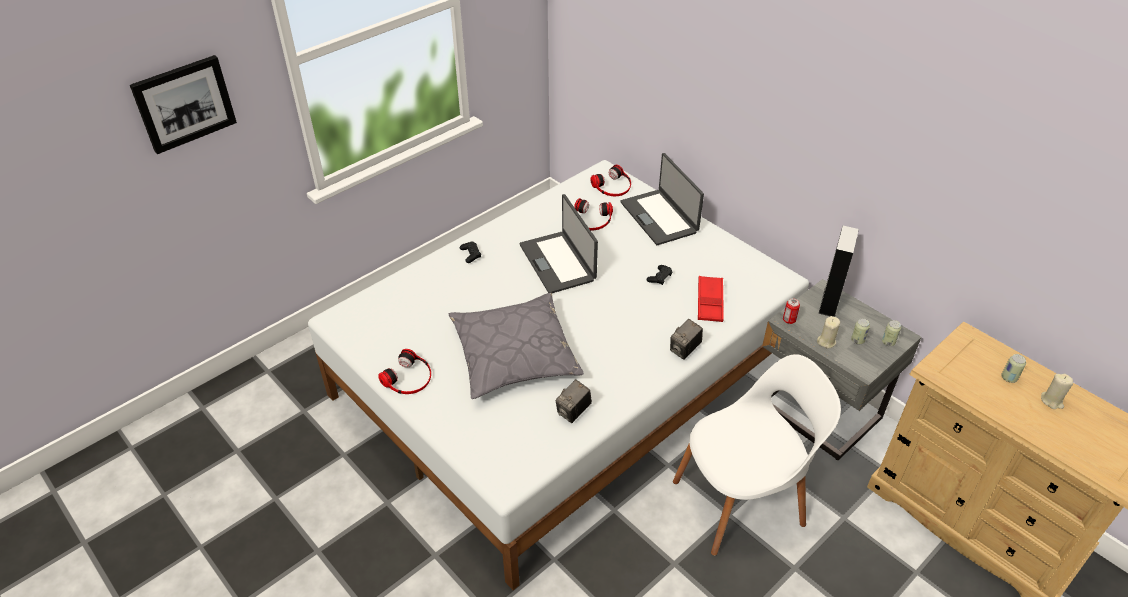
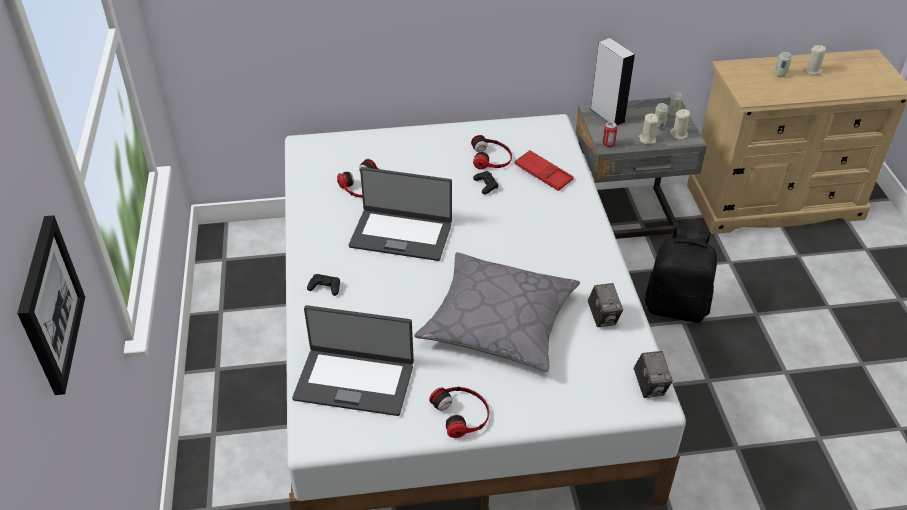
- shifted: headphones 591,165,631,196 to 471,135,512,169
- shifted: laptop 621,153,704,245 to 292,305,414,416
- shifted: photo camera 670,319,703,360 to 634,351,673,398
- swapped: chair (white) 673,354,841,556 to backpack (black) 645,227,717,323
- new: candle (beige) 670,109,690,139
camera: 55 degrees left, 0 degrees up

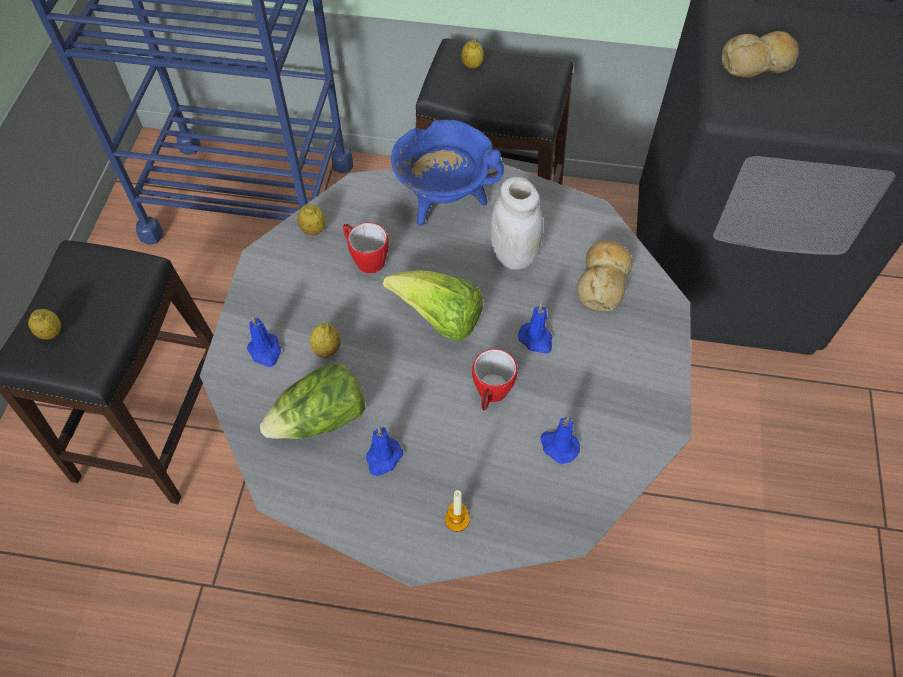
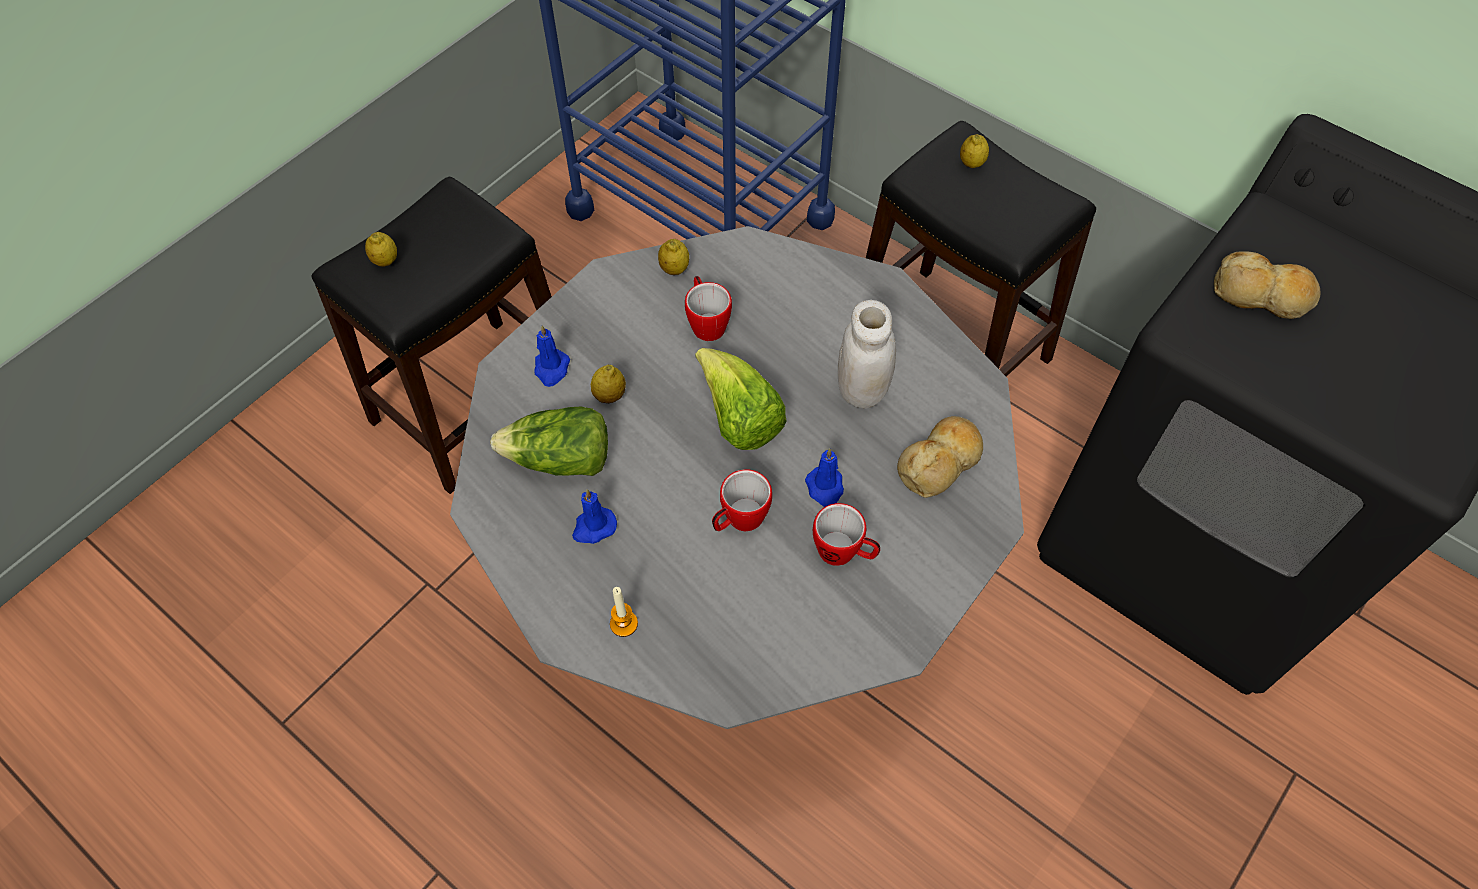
- gone: cooking pot (blue) 391,120,504,226
- gone: candle (blue) 541,417,580,464
- new: mug 813,503,880,566
camera: 30 degrees right, 0 degrees up

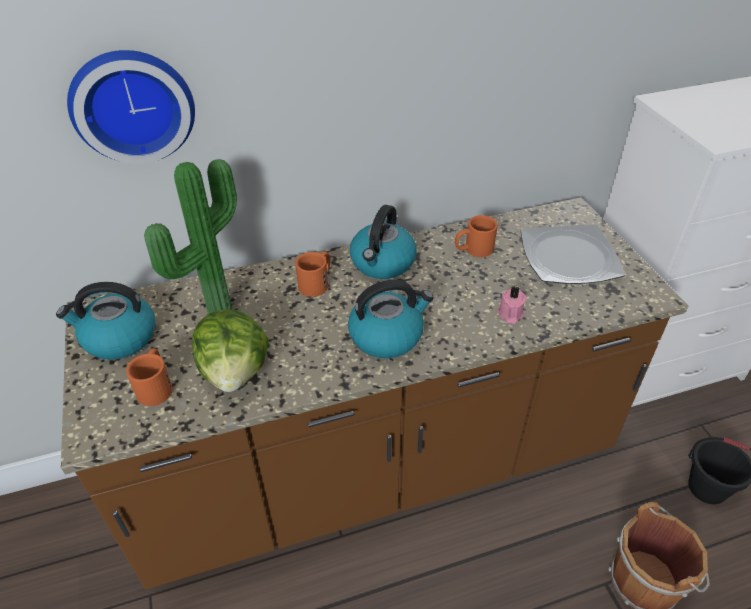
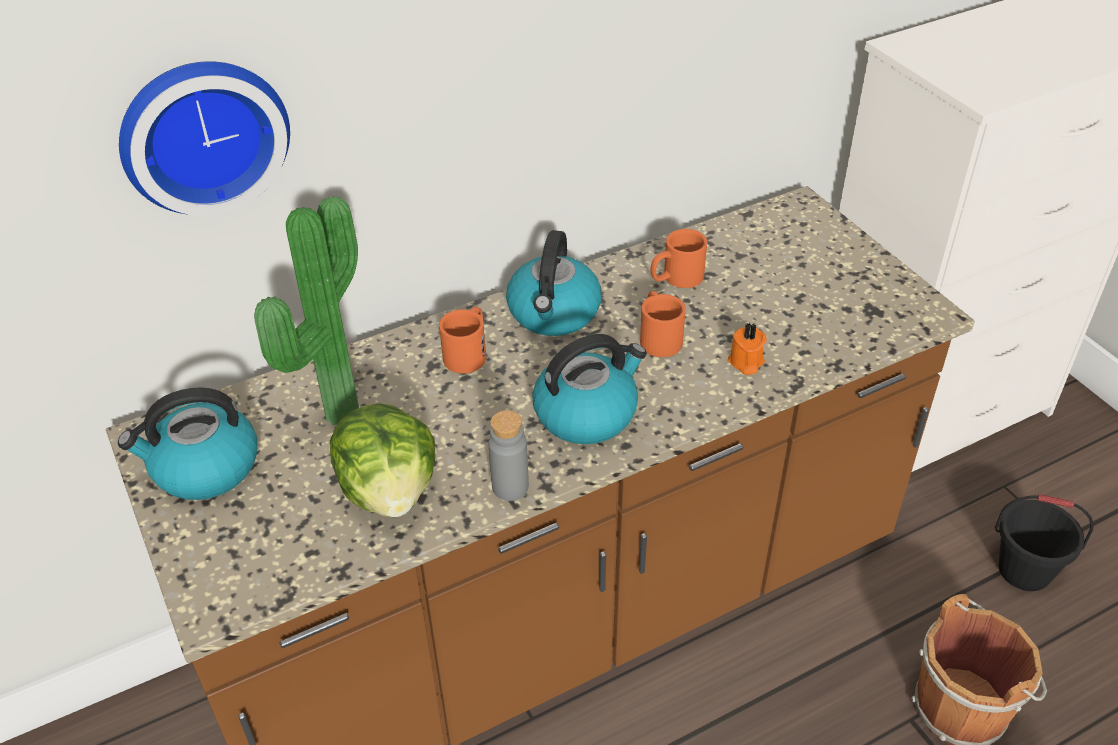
- shifted: mug (orange) 126,348,173,406 to 640,291,686,357
- repainted: candle (pink) 497,286,526,324 to candle (orange) 728,323,767,375
- gone: plate 521,225,625,284
- new: bottle (grey) 489,410,529,501
camera: 10 degrees left, 0 degrees up

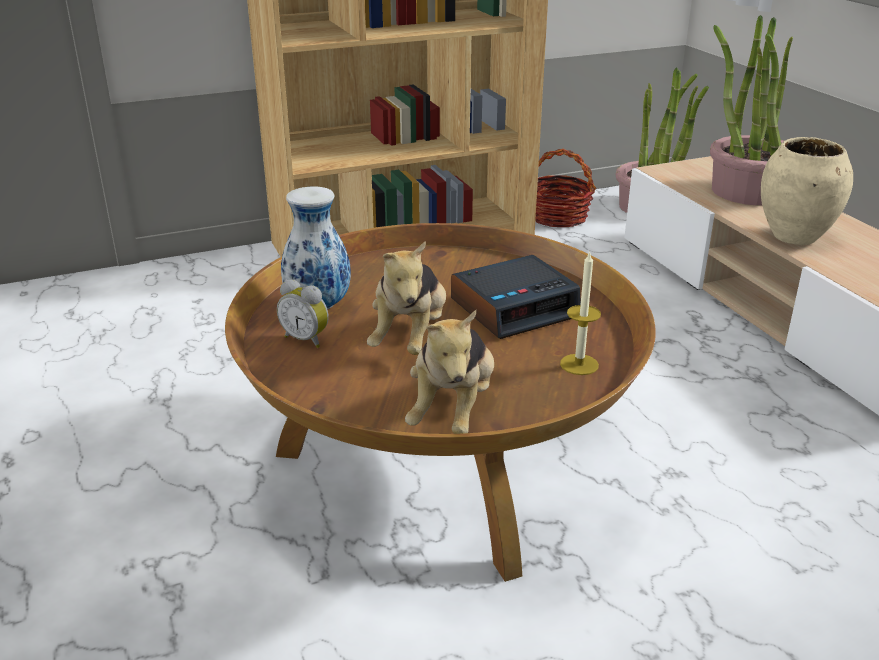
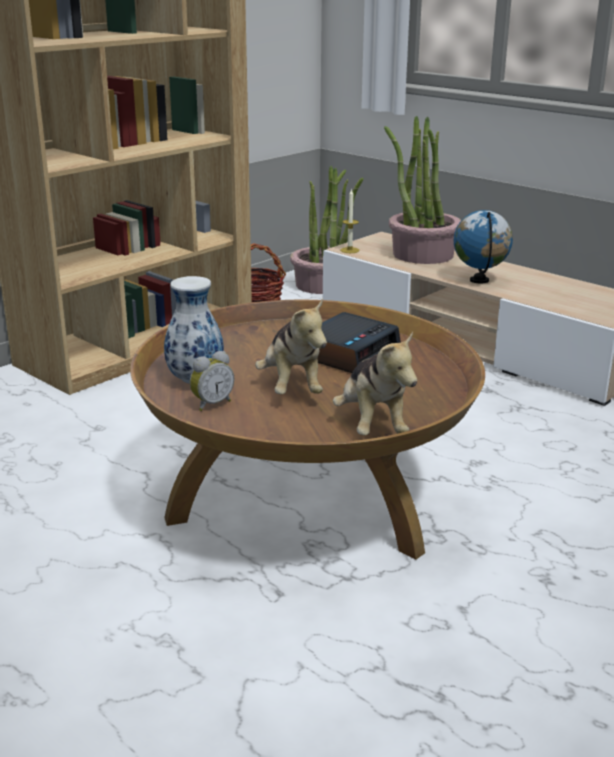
- rotated: alarm clock 277,279,329,348 = 190,351,234,411 45 degrees counterclockwise
- shifted: candle 560,251,601,375 to 340,188,360,253
- swapped: vase (beige) 761,137,853,245 to globe 454,210,513,283
camera: 25 degrees left, 5 degrees down

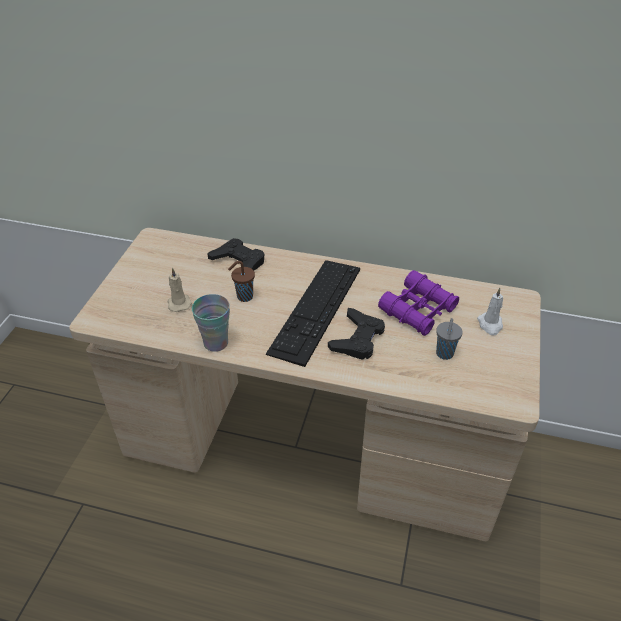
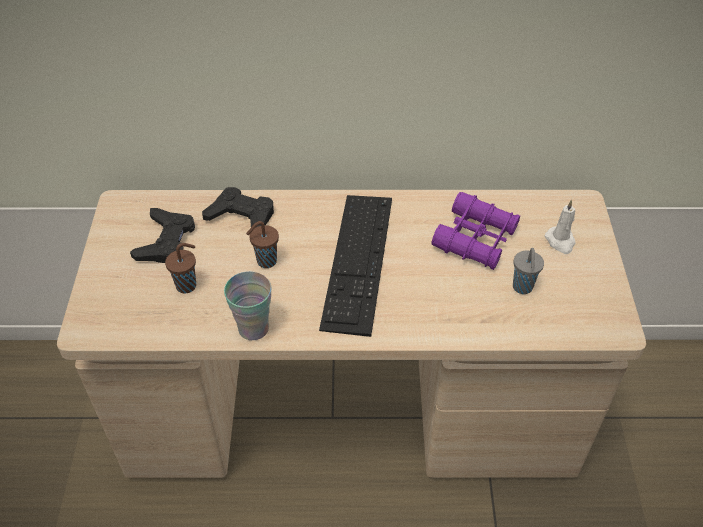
- swapped: candle (beige) 168,268,192,312 to cup (brown) 165,243,196,294
- shifted: game controller (black) 328,308,385,360 to 130,208,195,263
camera: 15 degrees left, 5 degrees up

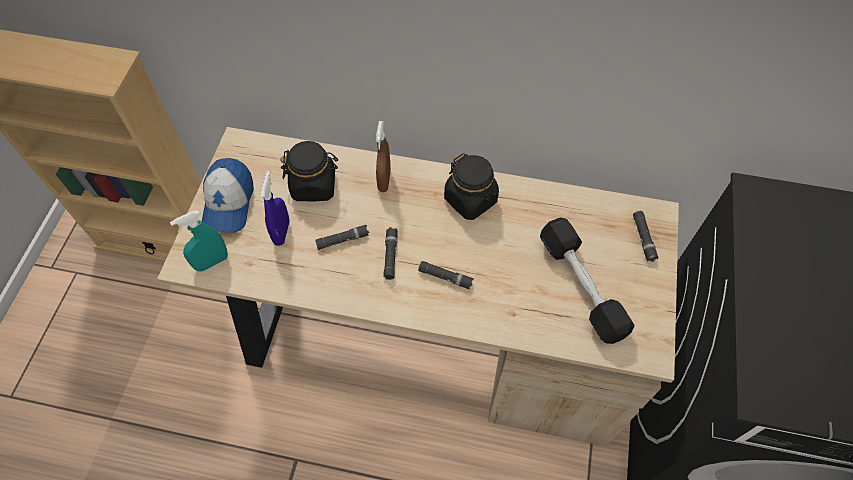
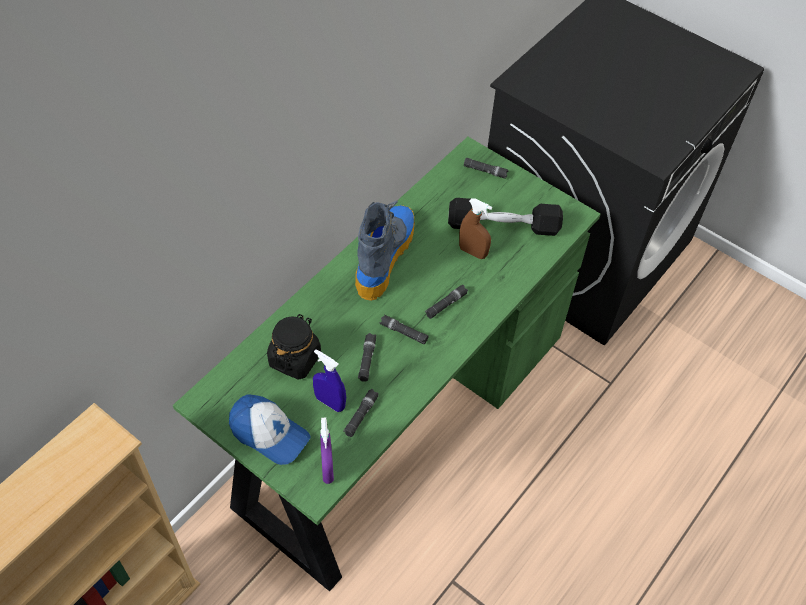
- repainted: desk (beige) 157,127,679,446 to desk (green) 173,137,600,591
- repainted: spray bottle (turquoise) 170,210,228,272 to spray bottle (purple) 320,418,334,484
- shifted: spray bottle (brown) 376,121,391,192 to 459,198,492,259
- swapped: jar (black) 444,154,499,220 to boot 355,200,415,301
- new: flashlight (black) 343,389,379,437
camera: 65 degrees left, 5 degrees down

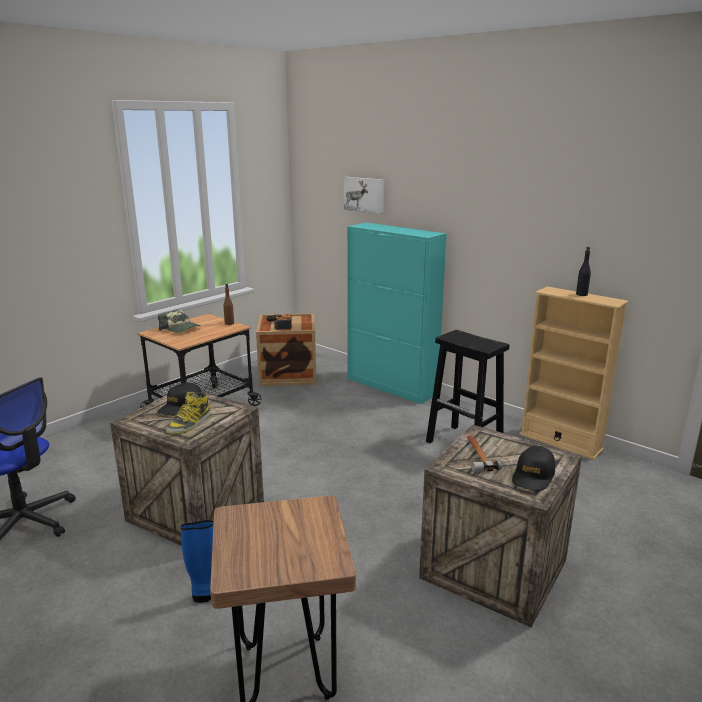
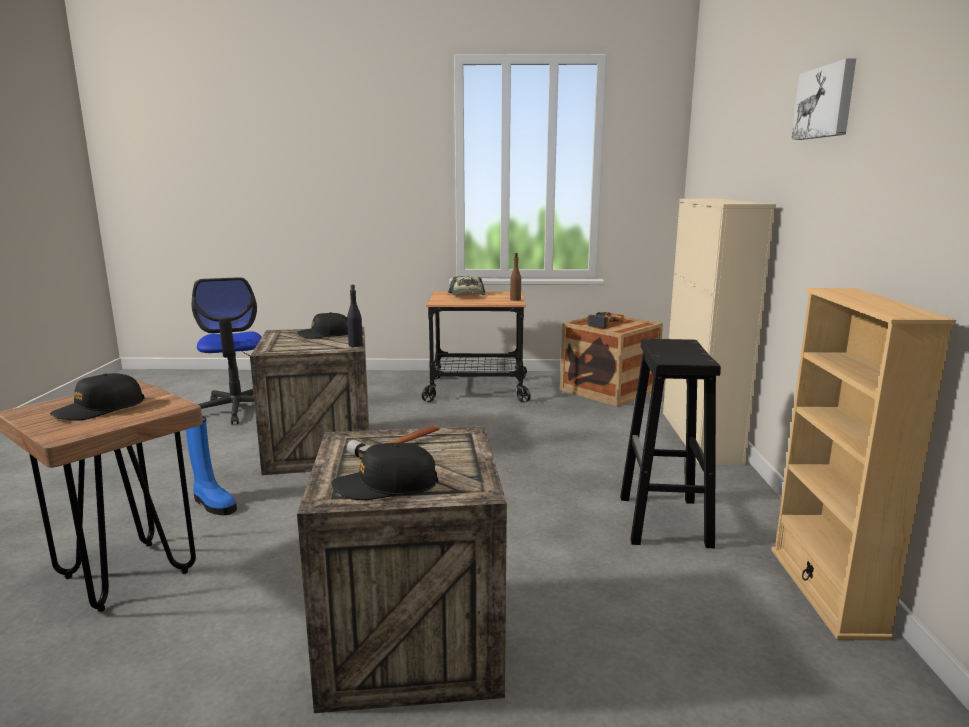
- gone: boot 166,392,211,435
- shifted: picture 344,177,384,214 to 791,58,856,140
- repainted: cabinet (turquoise) 347,223,447,404 to cabinet (beige) 663,199,776,465
- shifted: bottle (black) 576,247,591,296 to 347,285,363,347
- new: cap (black) 50,373,145,421
camera: 50 degrees right, 5 degrees down

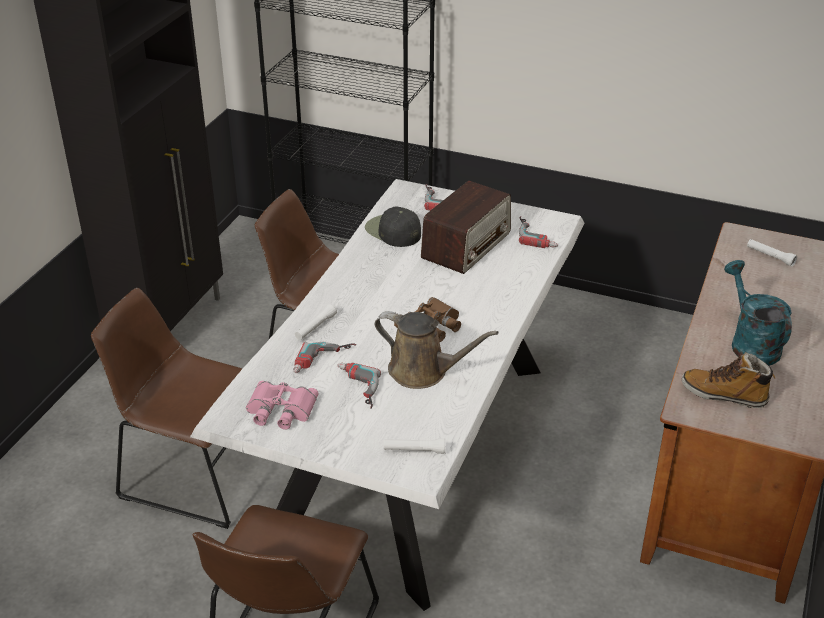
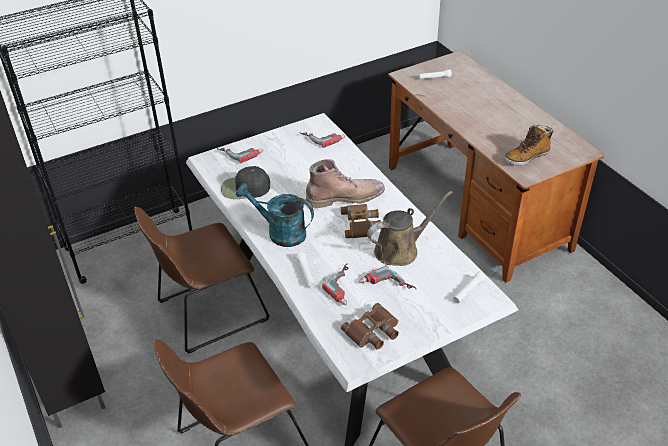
- repainted: binoculars (pink) 246,381,318,429 to binoculars (brown) 341,303,399,350
- gone: radio 421,181,511,274
- shifted: watering can (turquoise) 724,260,792,366 to 236,183,314,247
- new: boot (brown) 306,159,385,208
camera: 50 degrees left, 5 degrees up

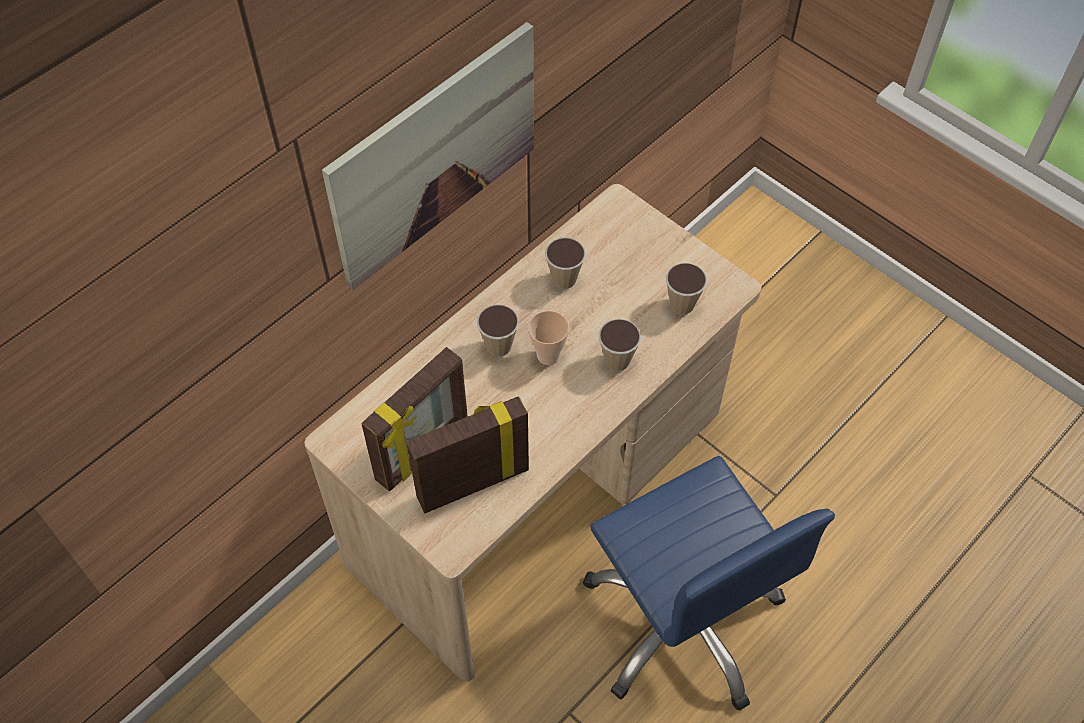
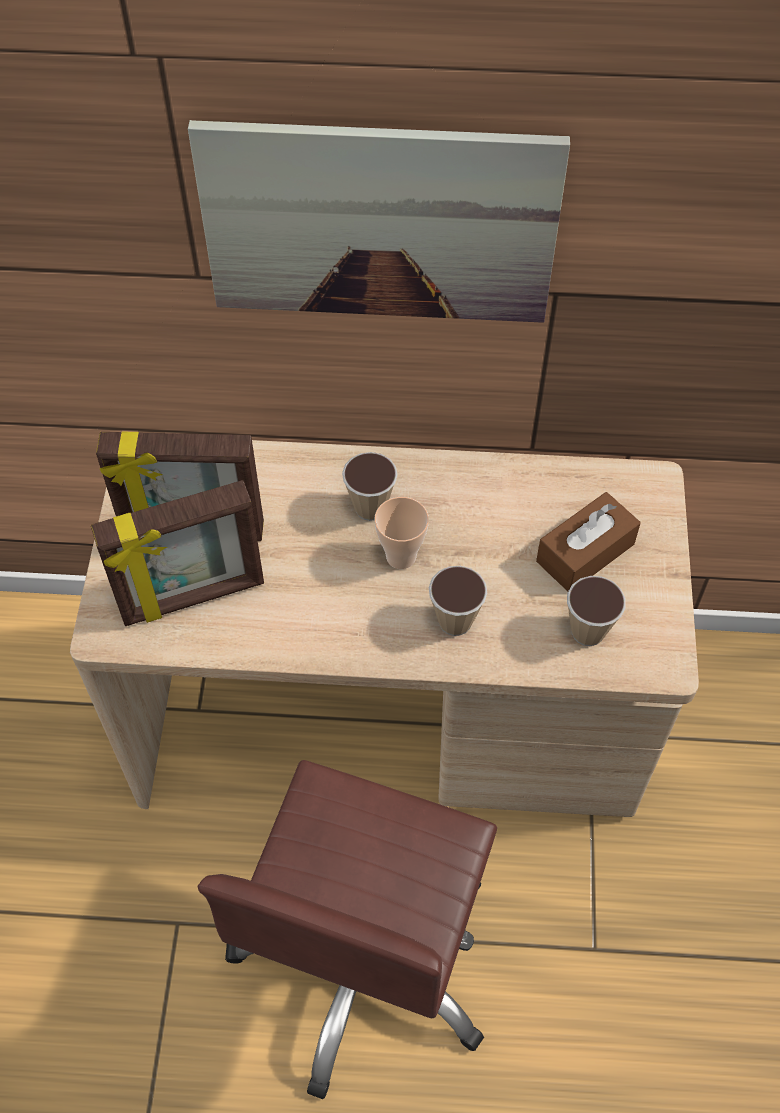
- rotated: picture frame 407,396,529,513 = 91,480,264,626 135 degrees clockwise
- gone: cup 545,237,586,289
- repainted: office chair (blue) 583,456,835,711 to office chair (brown) 198,760,497,1099
- new: tissue box (brown) 536,492,641,591
camera: 50 degrees right, 0 degrees up

